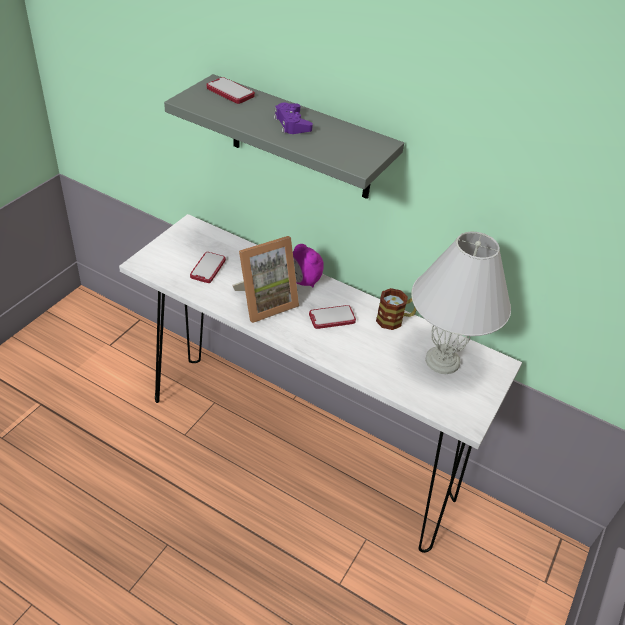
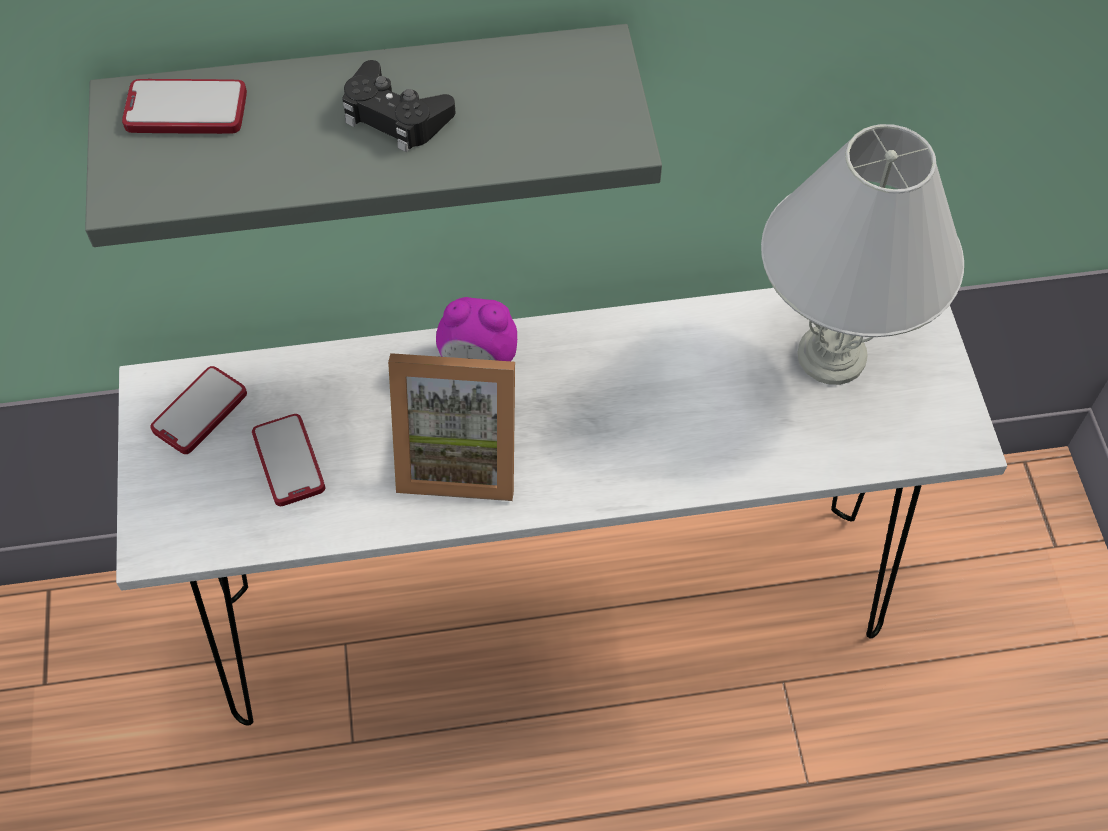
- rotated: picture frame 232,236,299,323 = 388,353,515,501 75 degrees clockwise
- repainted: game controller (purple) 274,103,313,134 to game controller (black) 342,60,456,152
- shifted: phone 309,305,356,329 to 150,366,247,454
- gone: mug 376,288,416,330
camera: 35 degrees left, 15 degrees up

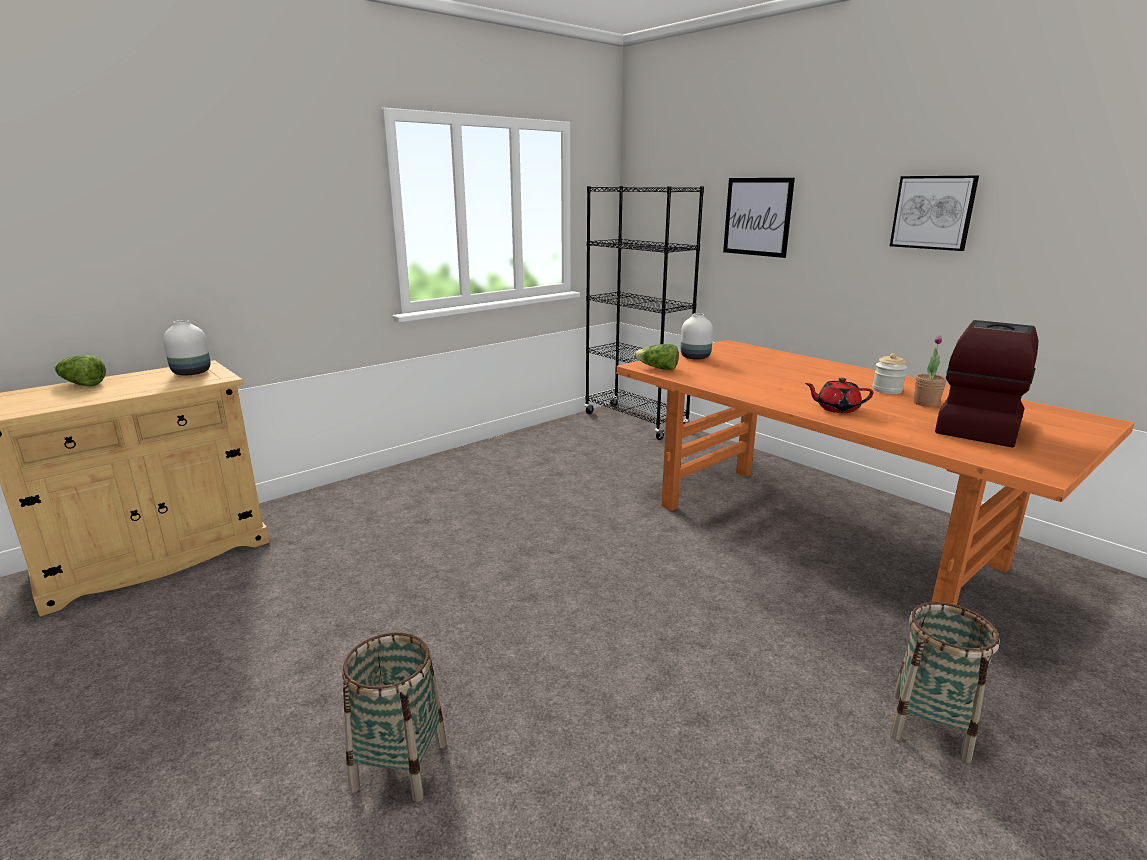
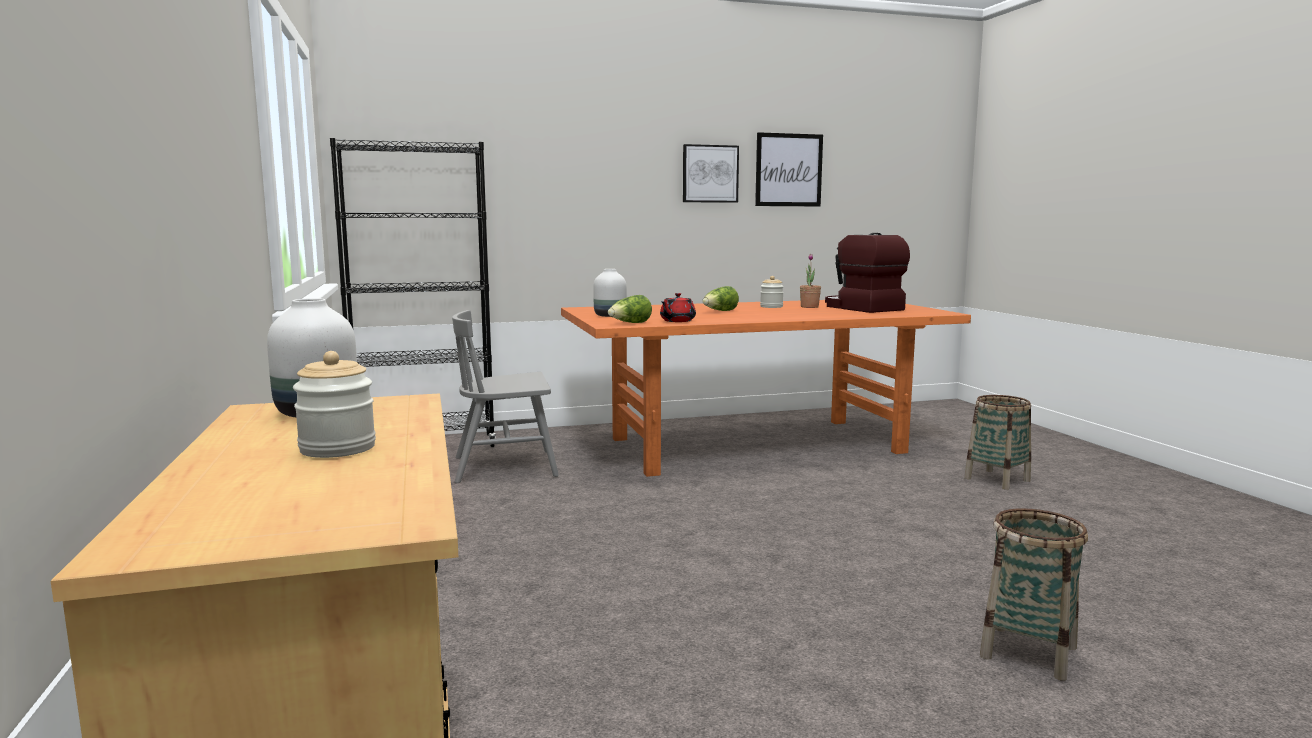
- shifted: lettuce 54,355,106,386 to 702,286,739,311
- shifted: picture 723,178,795,258 to 755,132,823,207
- shifted: teapot (red) 805,378,874,413 to 660,293,696,322
- new: jar 293,351,376,458
- new: chair (grey) 452,310,559,483
camera: 65 degrees left, 10 degrees down

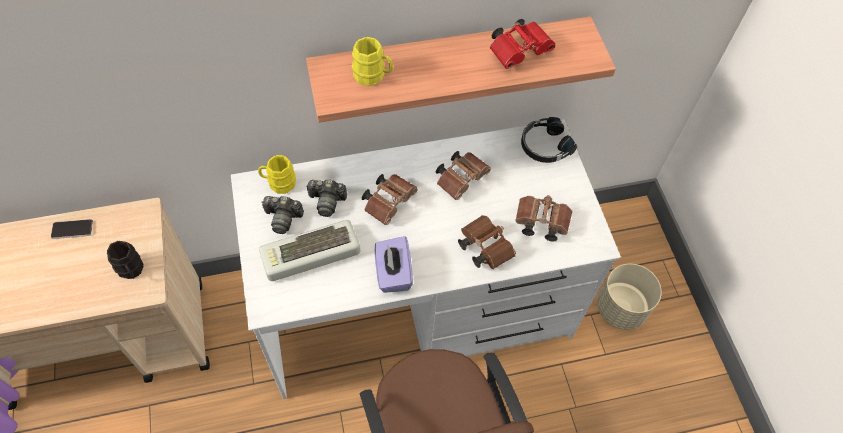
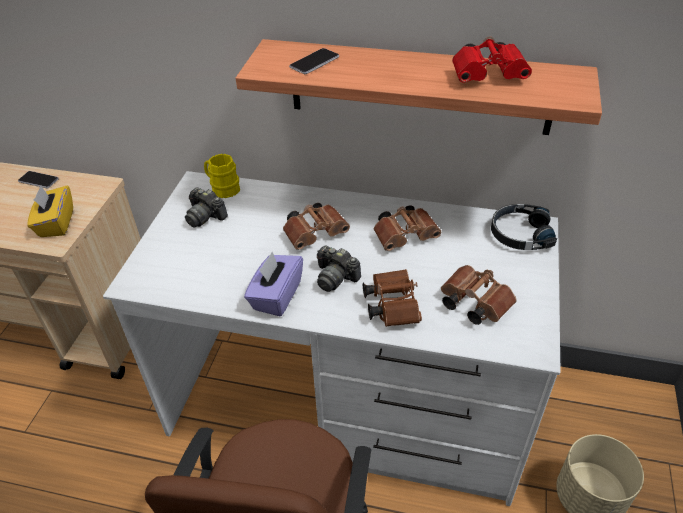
- swapped: mug (black) 107,241,144,279 to tissue box (yellow) 27,185,73,237
- gone: keyboard 259,220,360,281
- shifted: photo camera 306,179,347,217 to 317,245,361,292
- swapped: mug (yellow) 351,37,393,86 to phone 289,48,339,74
camera: 30 degrees right, 15 degrees down

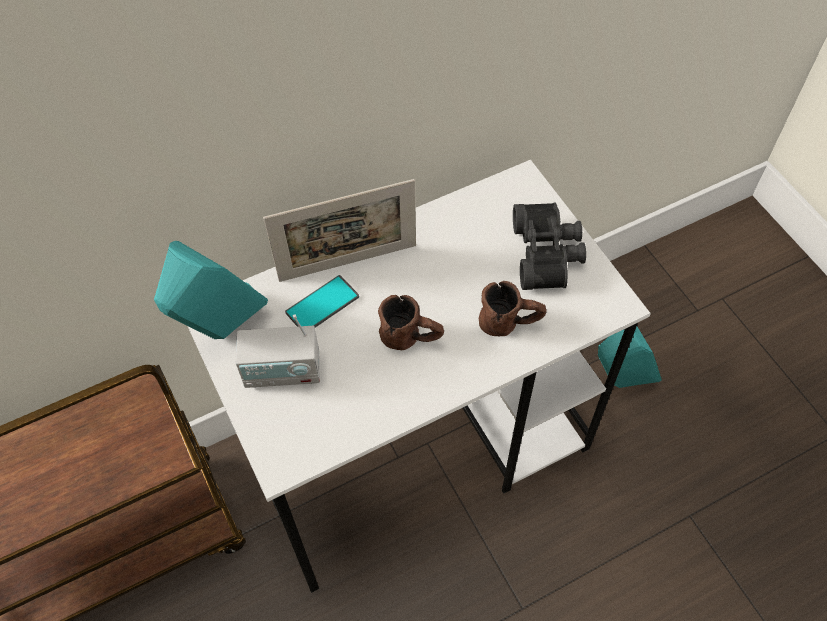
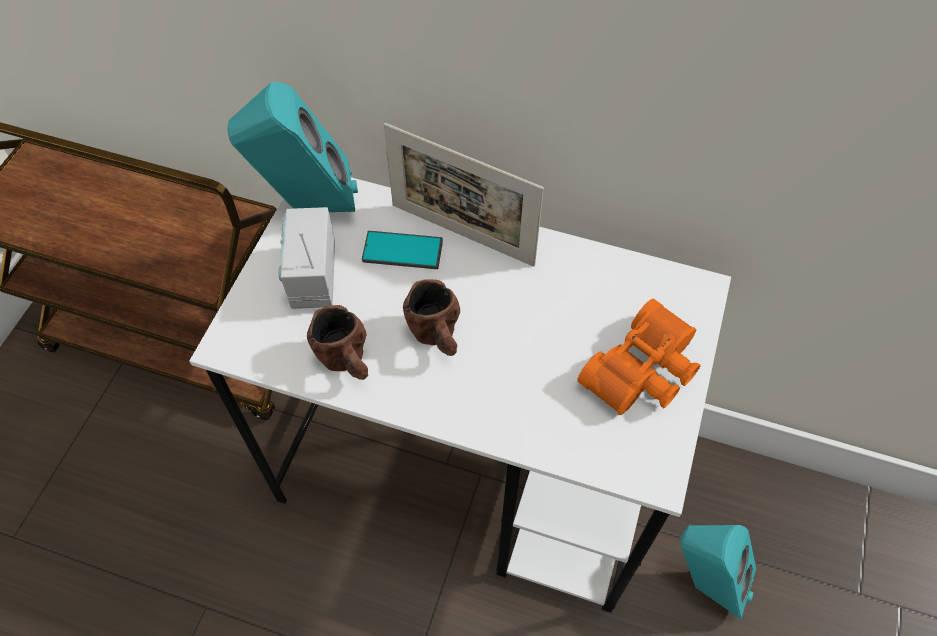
- rotated: radio 236,314,320,388 = 278,207,335,309 45 degrees clockwise
- shifted: mug (brown) 479,281,547,336 to 307,305,368,380
- repainted: binoculars (black) 513,203,586,290 to binoculars (orange) 577,299,701,415
camera: 45 degrees right, 0 degrees up

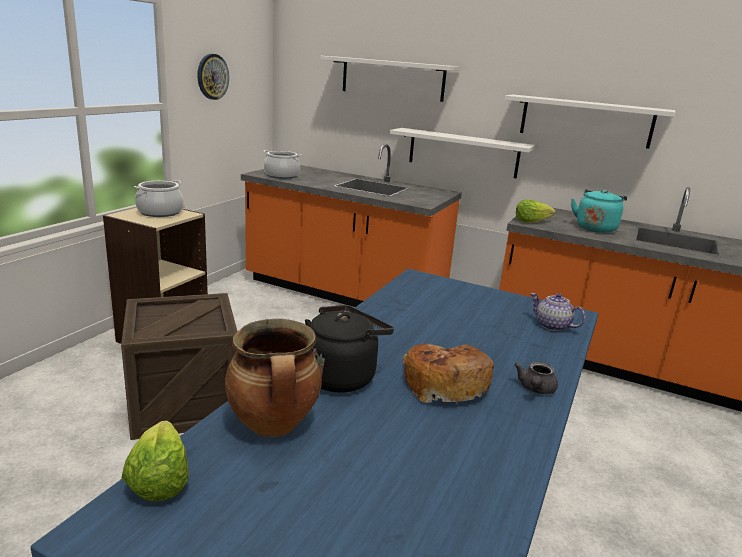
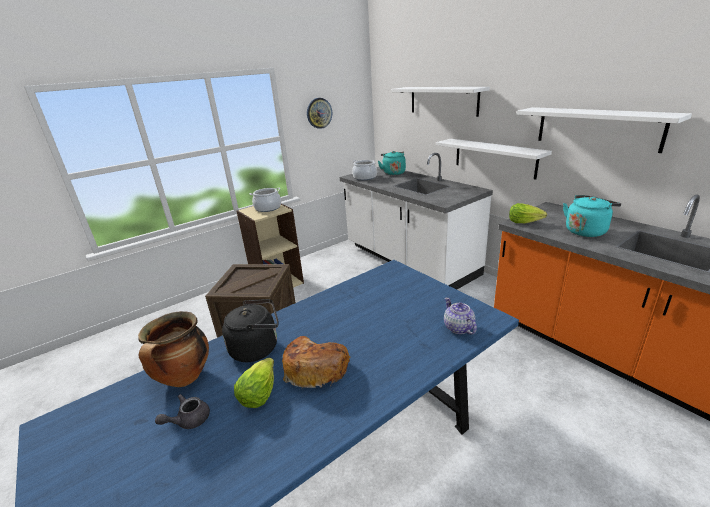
- shifted: lettuce 121,421,189,501 to 234,358,274,408
- repainted: counter (orange) 241,144,462,307 to counter (white) 340,153,493,290
- shifted: teapot (grey) 514,362,558,394 to 155,394,210,429
- new: kettle (turquoise) 378,151,406,175
camera: 30 degrees right, 5 degrees up

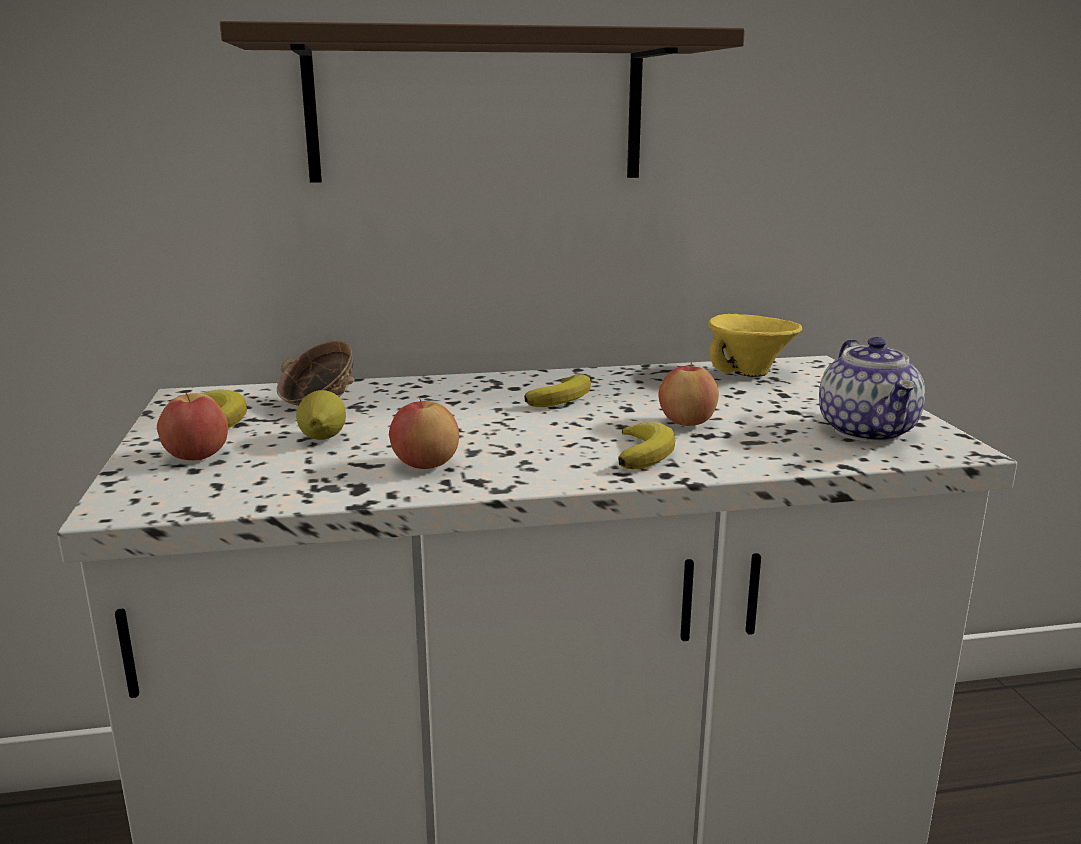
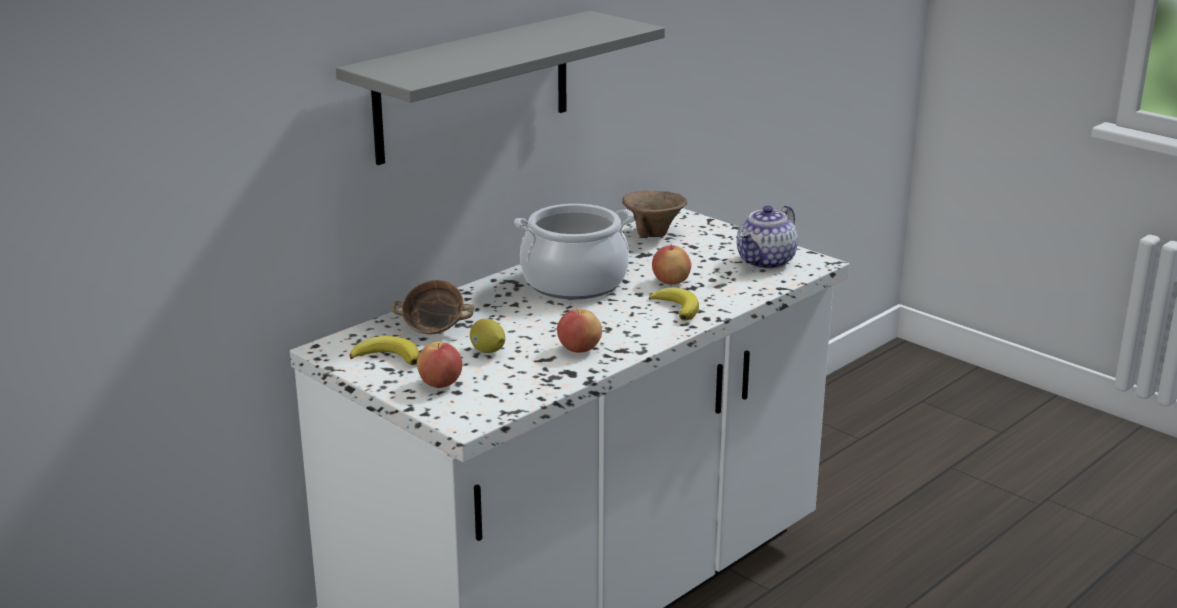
- repainted: shelf (brown) 220,21,745,183 to shelf (grey) 336,11,665,165
- swapped: banana 524,374,591,407 to cooking pot 514,204,634,299
- repainted: bowl (yellow) 708,314,802,377 to bowl (brown) 622,191,687,238
- rotated: teapot 819,337,925,442 = 737,205,798,270 75 degrees clockwise
camera: 35 degrees left, 5 degrees up

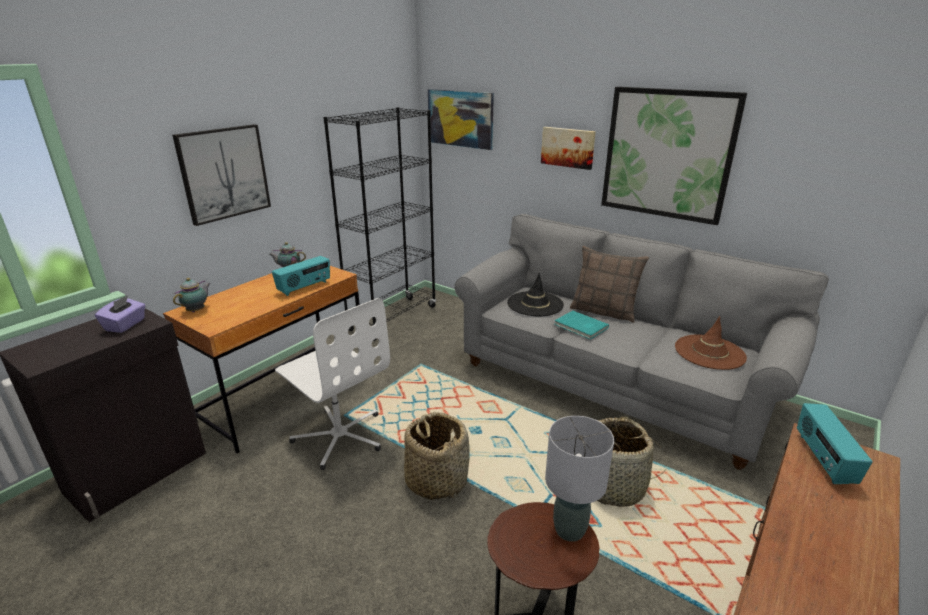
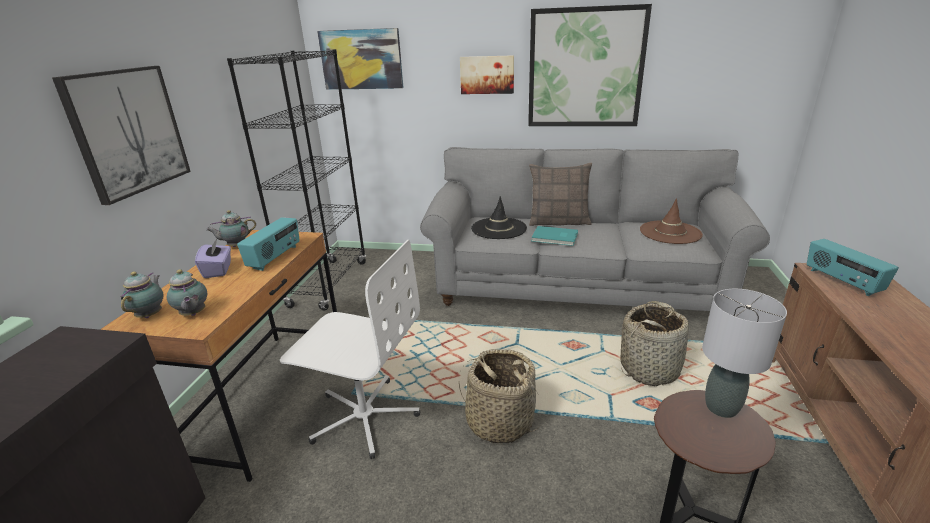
- shifted: tissue box (purple) 95,295,146,333 to 195,239,231,278
- new: teapot 167,269,207,316
camera: 25 degrees left, 0 degrees up

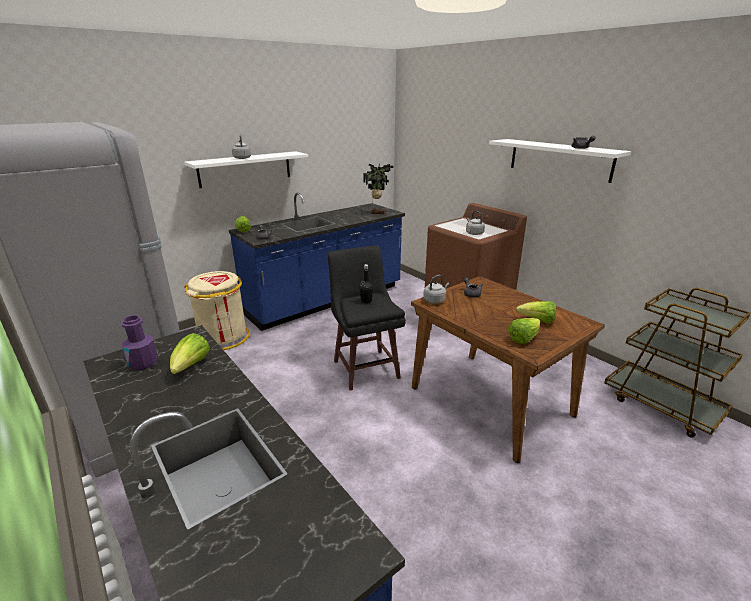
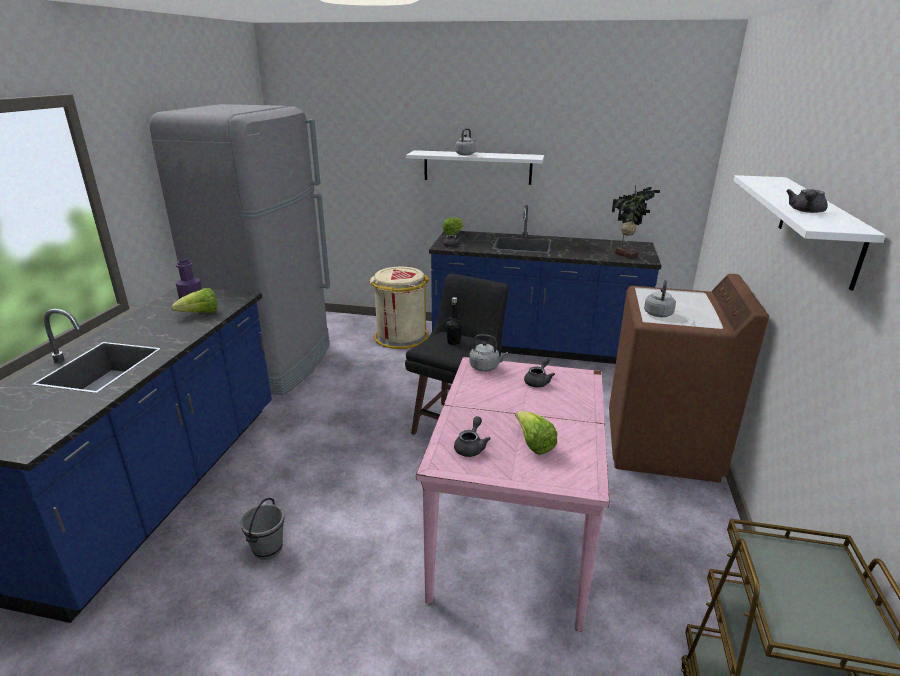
- repainted: dining table (brown) 411,276,605,463 to dining table (pink) 416,357,610,632
- swapped: lettuce 508,318,540,344 to teapot (grey) 454,416,491,457
- new: bucket (grey) 240,498,284,560
camera: 50 degrees right, 0 degrees up

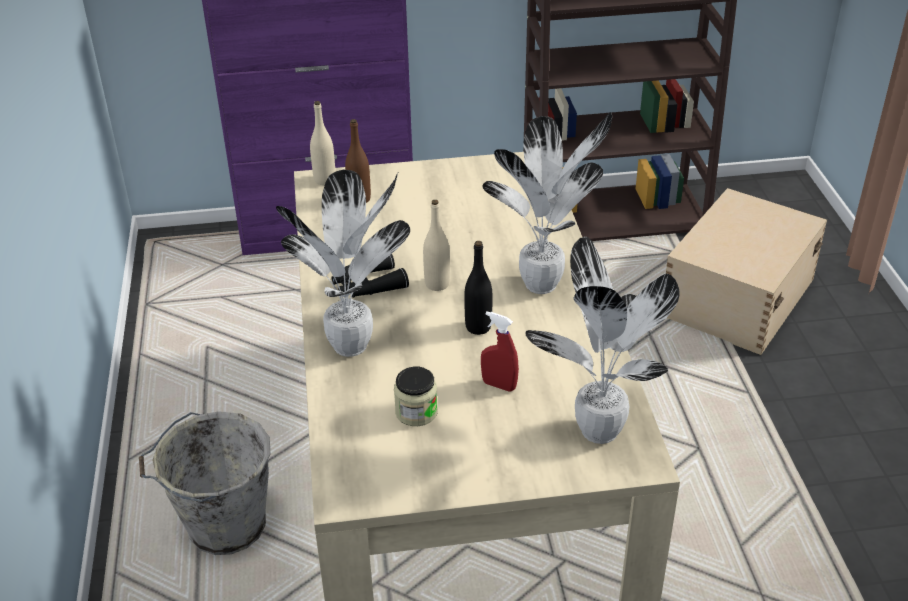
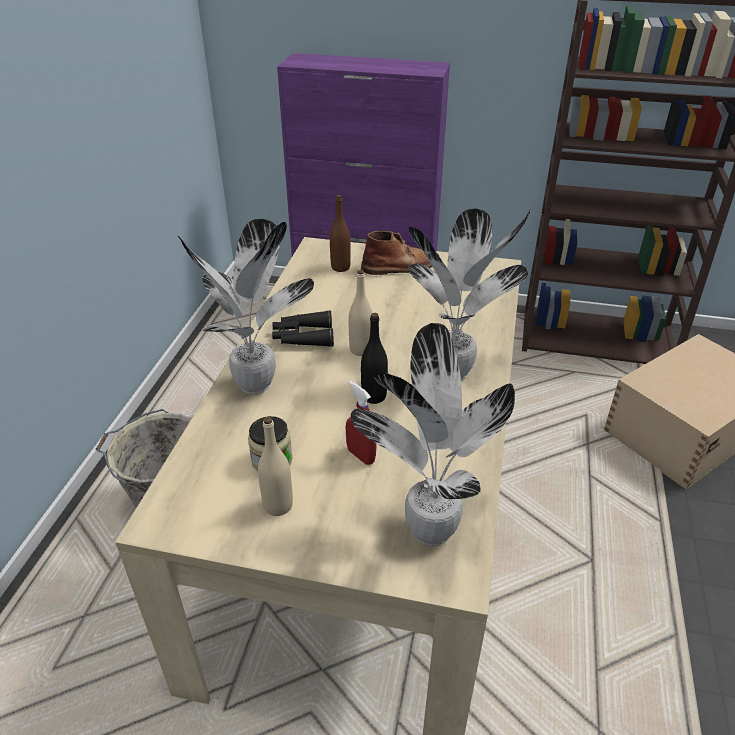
- shifted: bottle (beige) 310,101,335,185 to 258,417,293,516
- new: boot (brown) 361,231,439,275
camera: 20 degrees right, 0 degrees up

